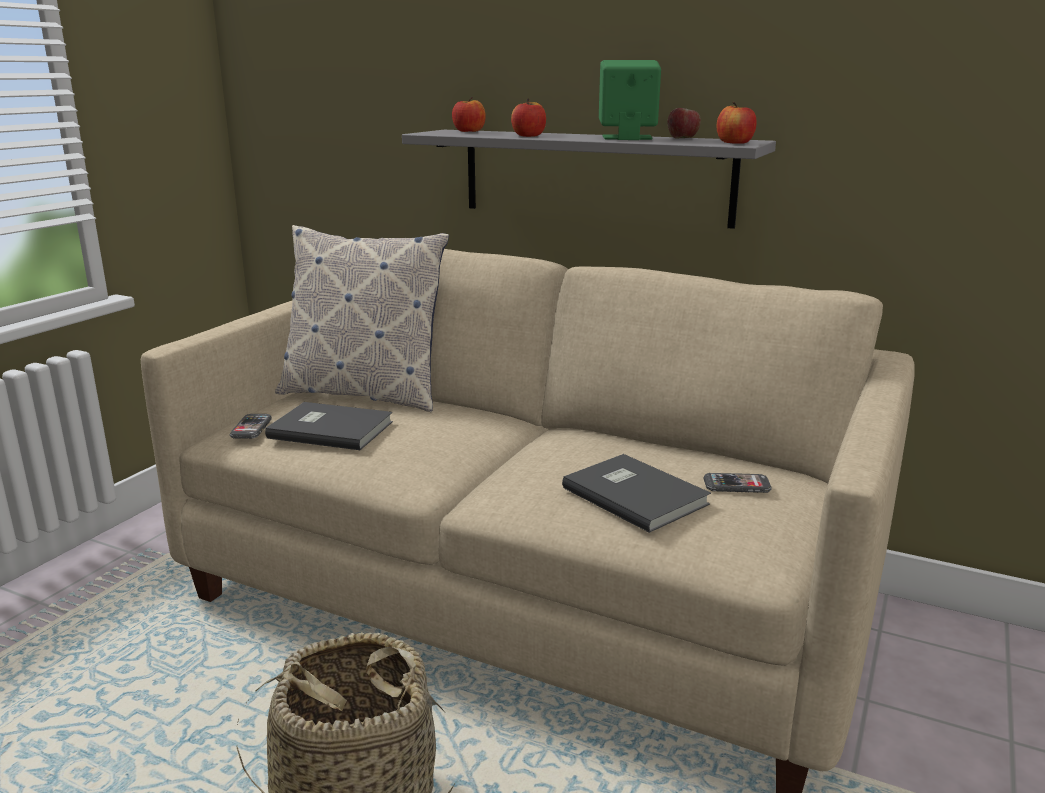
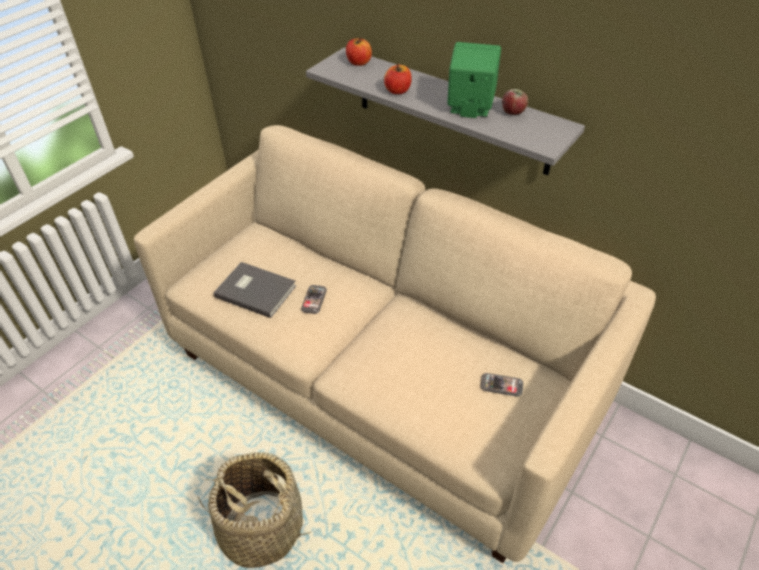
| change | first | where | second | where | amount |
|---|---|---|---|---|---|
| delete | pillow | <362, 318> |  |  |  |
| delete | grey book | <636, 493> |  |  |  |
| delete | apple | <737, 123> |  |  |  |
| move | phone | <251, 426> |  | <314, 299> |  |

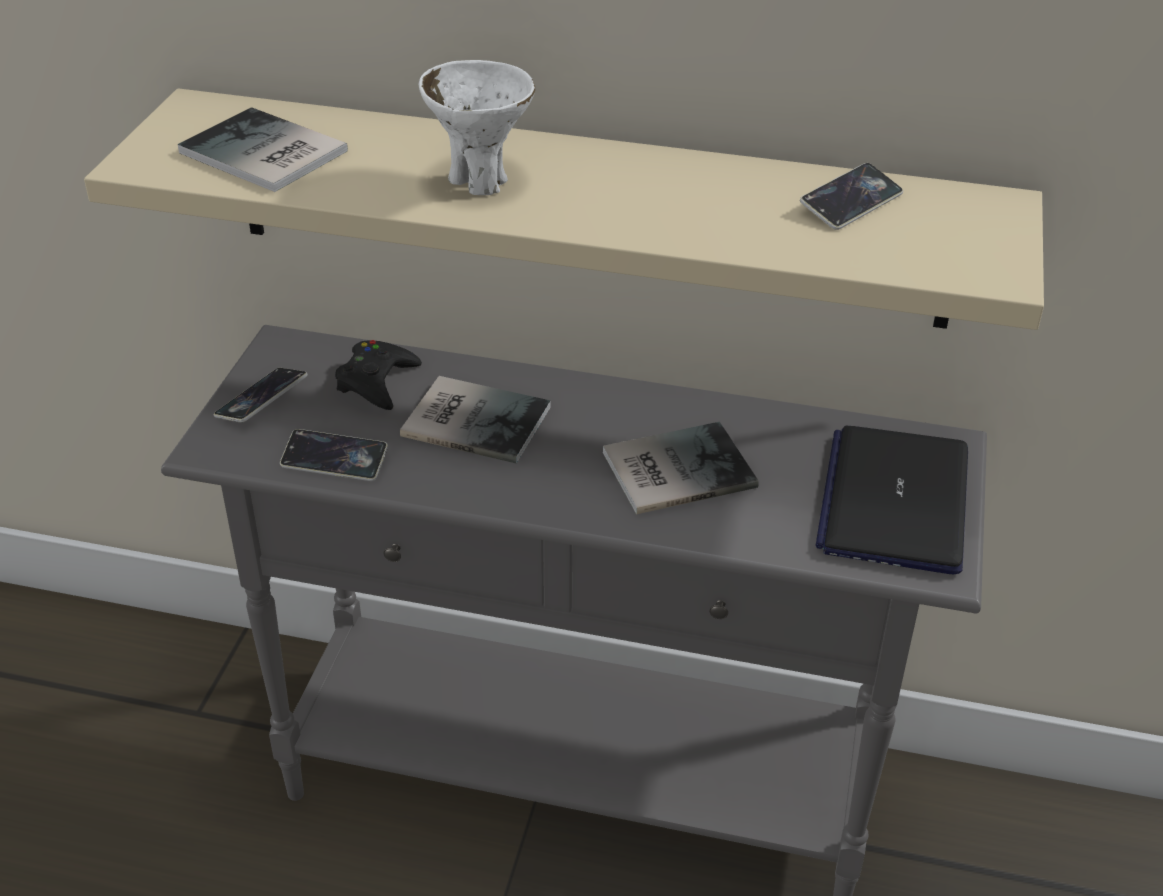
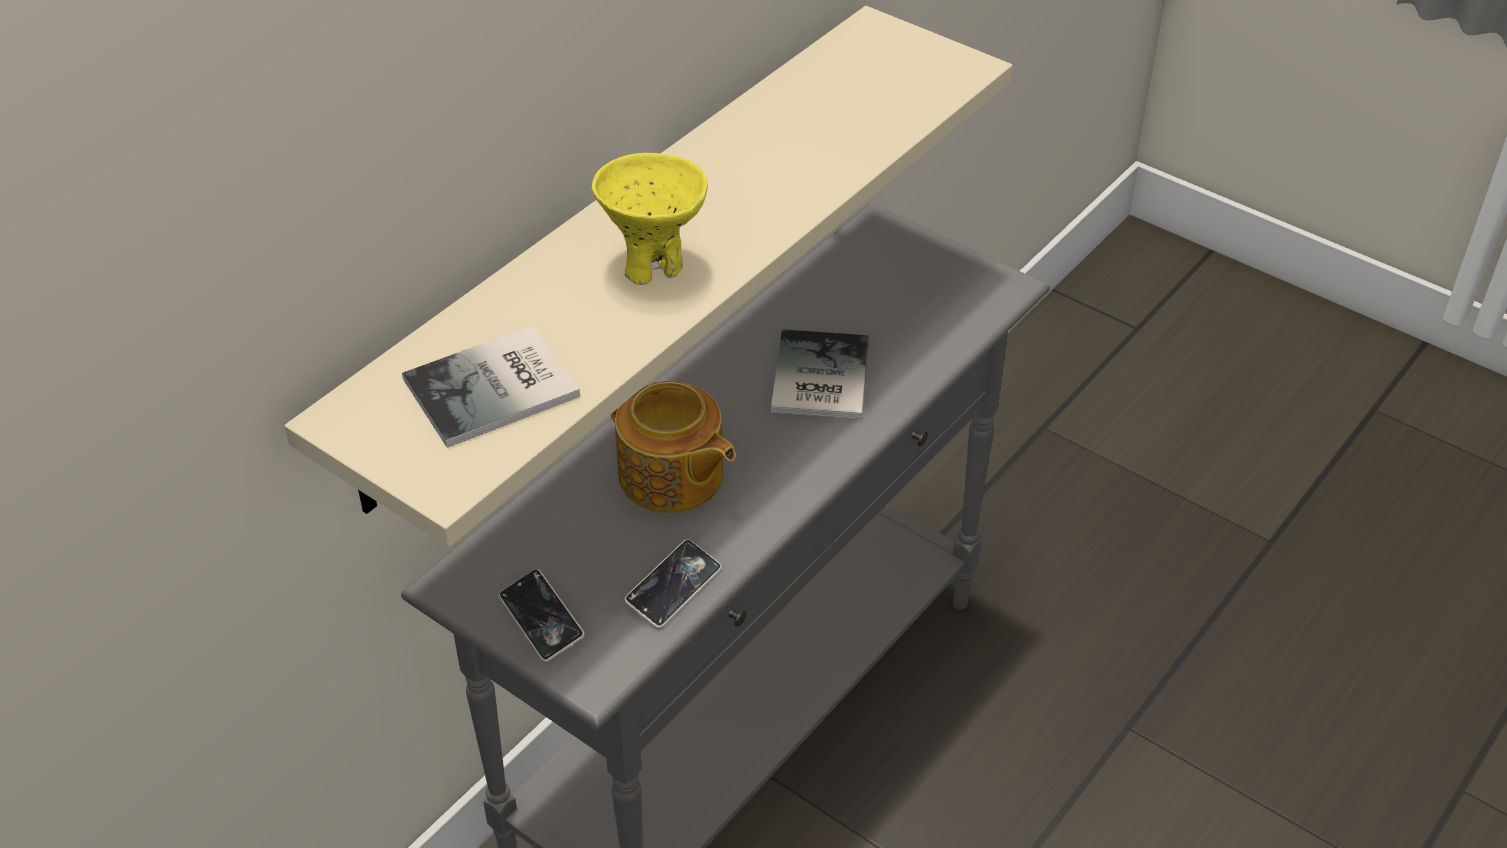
| change | first | where | second | where | amount |
|---|---|---|---|---|---|
| delete | black game controller | <378, 375> |  |  |  |
| delete | phone | <851, 196> |  |  |  |
| delete | laptop | <892, 500> |  |  |  |
| replace | book | <475, 420> | teapot | <673, 447> |  |
| recolor | white bowl | <477, 127> | yellow bowl | <650, 219> |  |

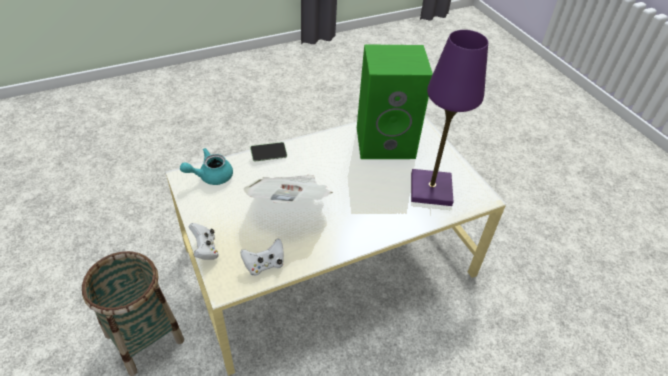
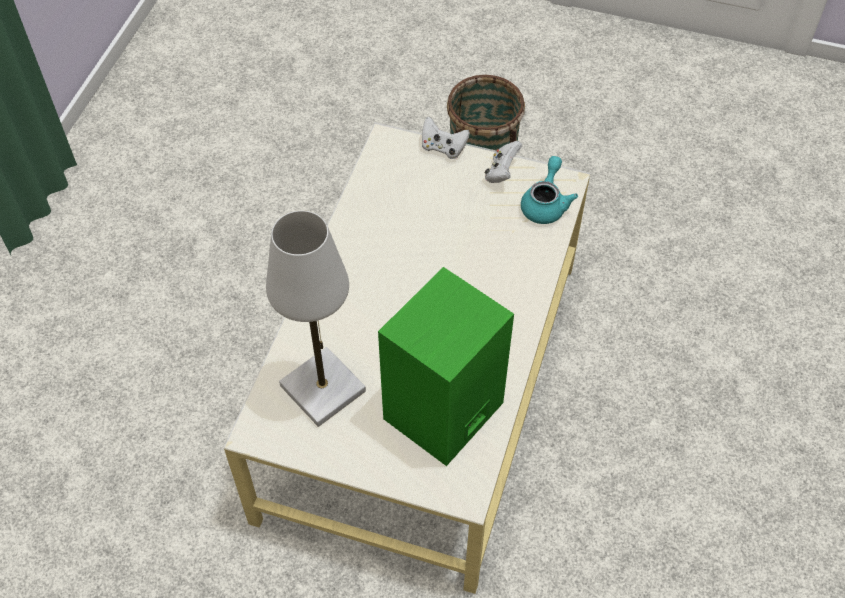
| change | first | where | second | where | amount |
|---|---|---|---|---|---|
| delete | newspaper | <288, 189> |  |  |  |
| delete | phone | <268, 151> |  |  |  |
| move | white game controller | <262, 257> |  | <503, 162> |  |
| recolor | purple table lamp | <449, 118> | white table lamp | <316, 318> |  |

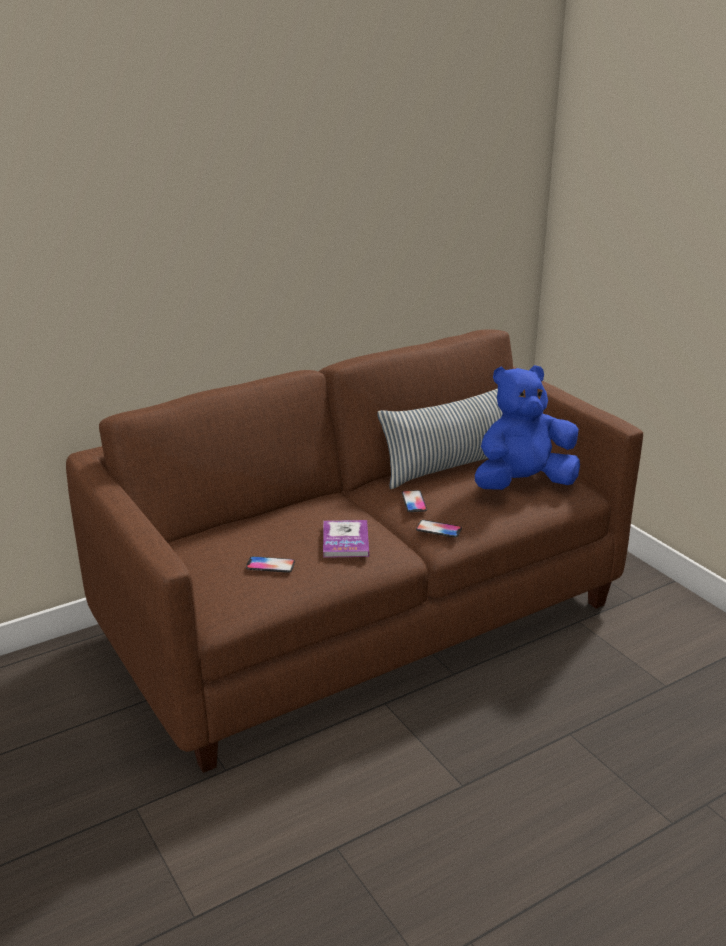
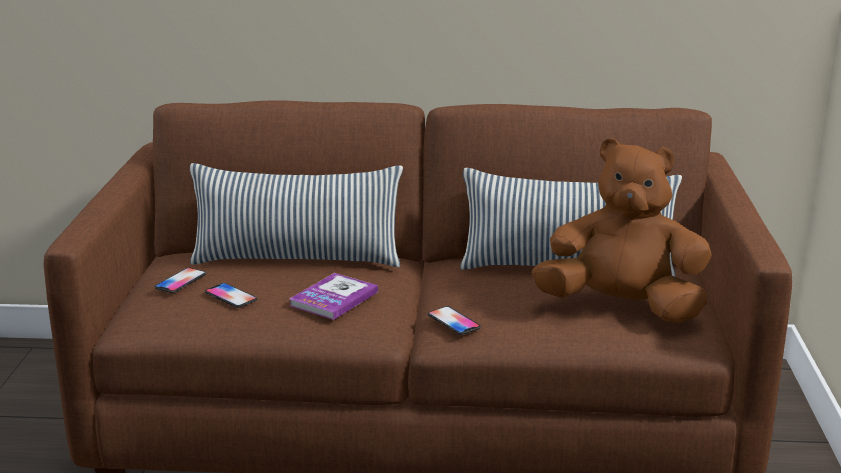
| change | first | where | second | where | amount |
|---|---|---|---|---|---|
| insert |  |  | pillow | <296, 215> |  |
| move | phone | <414, 501> |  | <180, 280> |  |
| recolor | blue plush toy | <527, 427> | brown plush toy | <622, 230> |  |

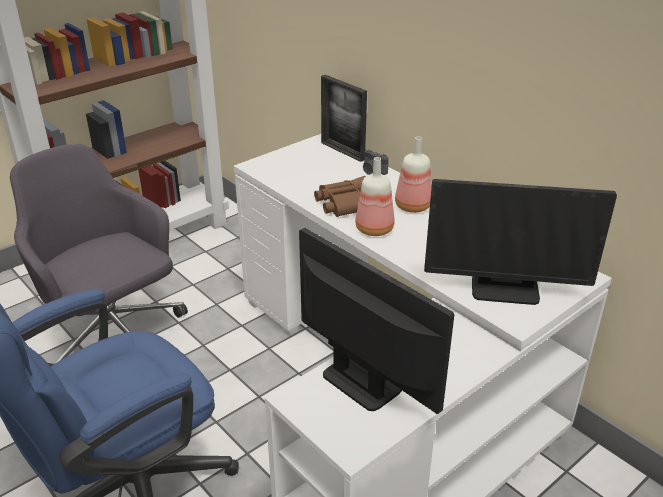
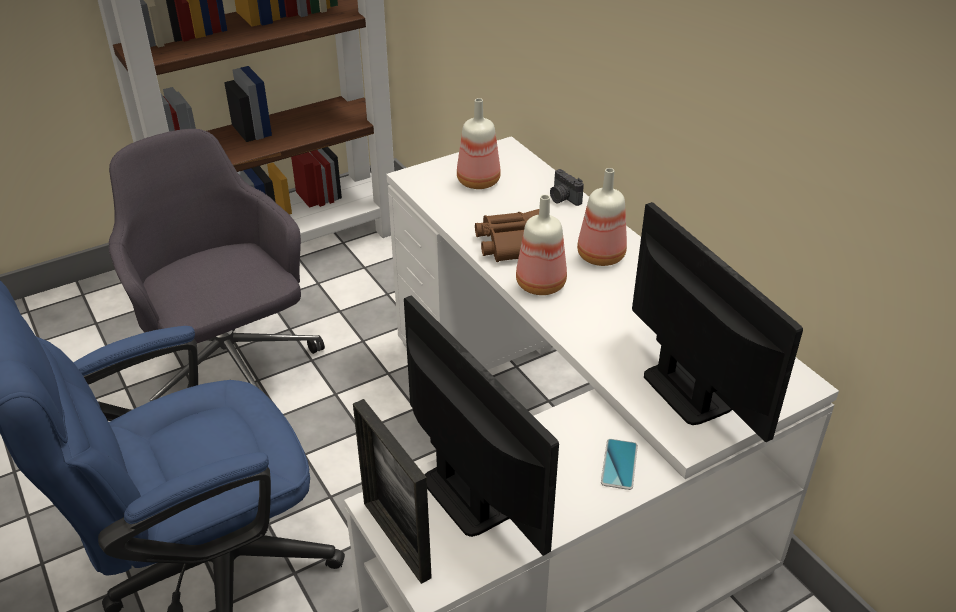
| change | first | where | second | where | amount |
|---|---|---|---|---|---|
| insert |  |  | bottle | <479, 143> |  |
| insert |  |  | phone | <619, 464> |  |
| move | picture frame | <344, 118> |  | <392, 491> |  |
| rotate | monitor | <520, 242> |  | <717, 322> | 135 degrees counterclockwise |

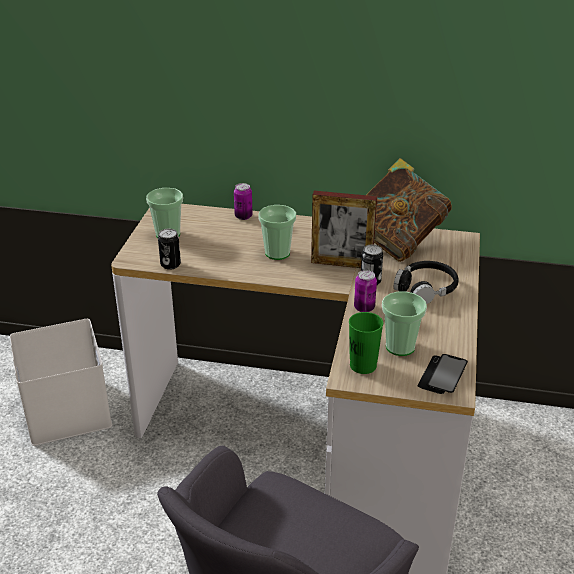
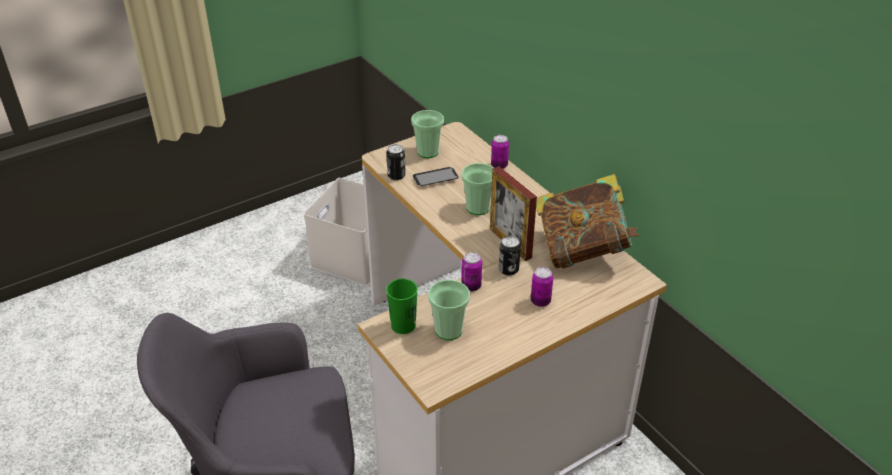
| change | first | where | second | where | amount |
|---|---|---|---|---|---|
| move | phone | <442, 374> |  | <436, 176> |  |
| replace | black headphones | <426, 282> | can | <542, 287> |  |

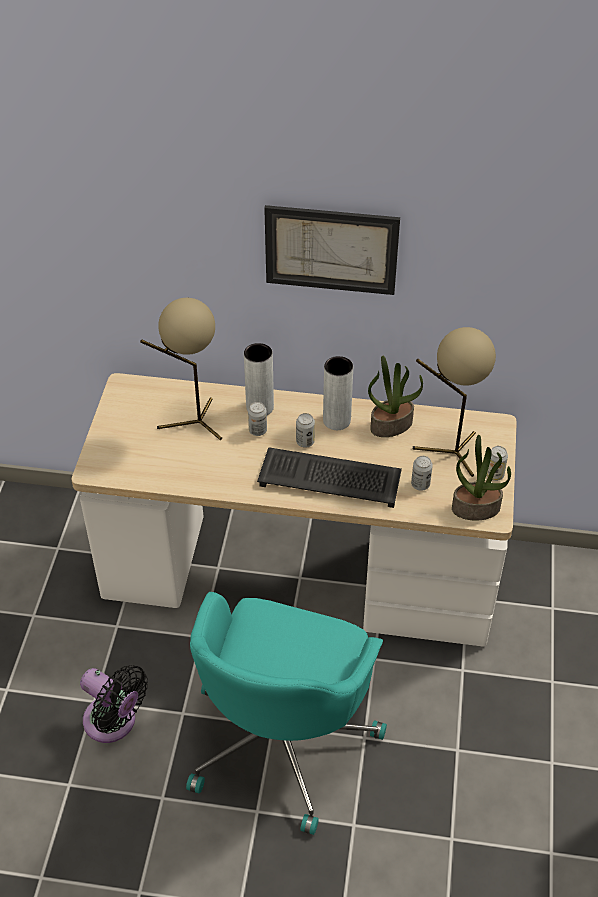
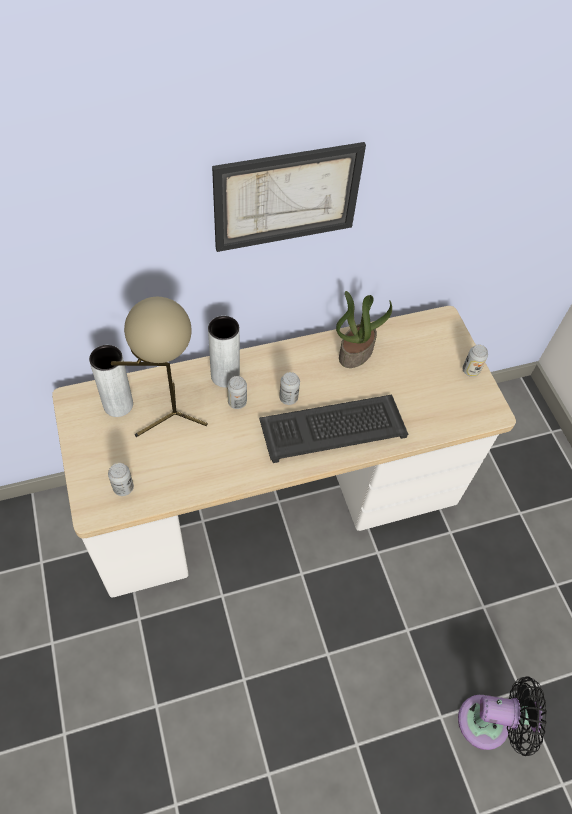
| change | first | where | second | where | amount |
|---|---|---|---|---|---|
| delete | turquoise office chair | <286, 713> |  |  |  |
| delete | beige table lamp | <454, 402> |  |  |  |
| delete | potted plant | <481, 478> |  |  |  |
| move | black fan | <114, 704> |  | <502, 716> |  |
| move | grey vase | <338, 393> |  | <111, 381> |  |
| move | can | <422, 473> |  | <121, 479> |  |

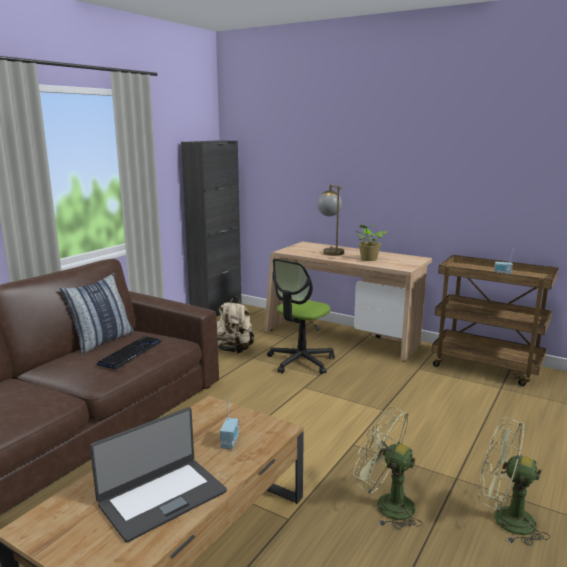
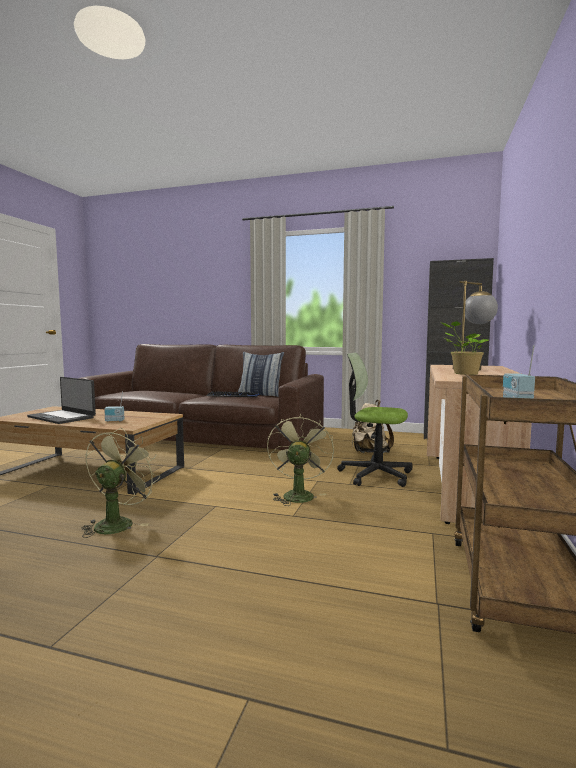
| change | first | where | second | where | amount |
|---|---|---|---|---|---|
| move | green fan | <514, 481> |  | <300, 460> |  |

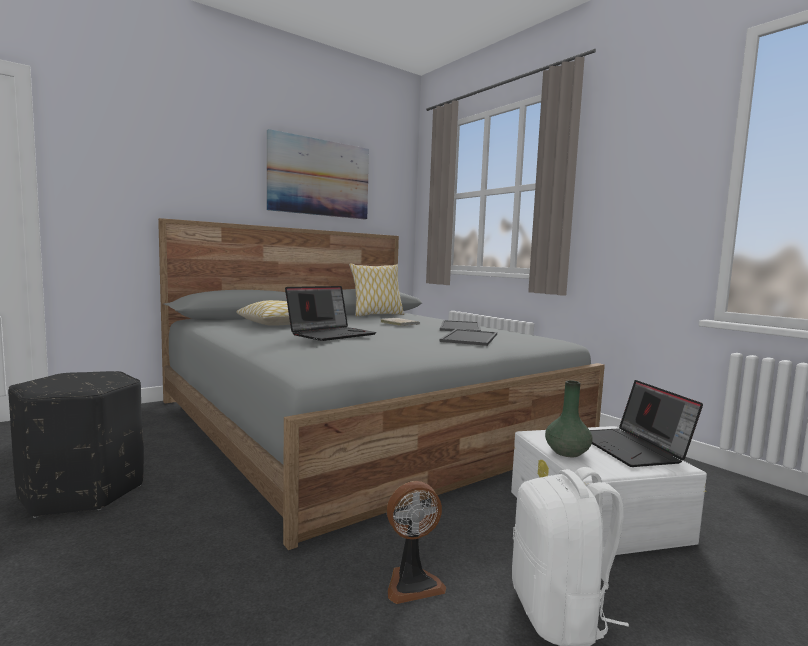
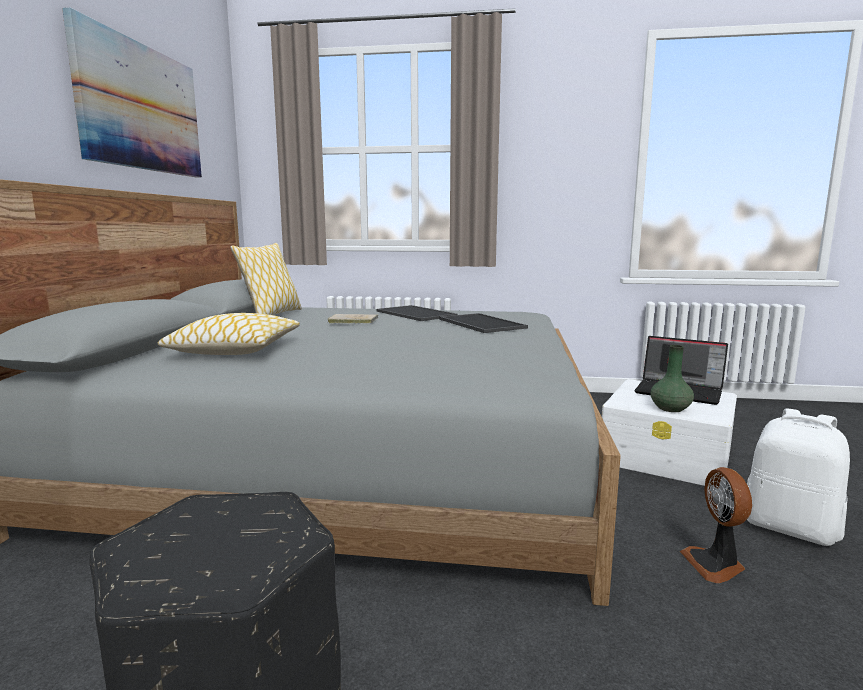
| change | first | where | second | where | amount |
|---|---|---|---|---|---|
| delete | laptop | <330, 313> |  |  |  |
| rotate | fan | <416, 542> |  | <716, 525> | 150 degrees clockwise |

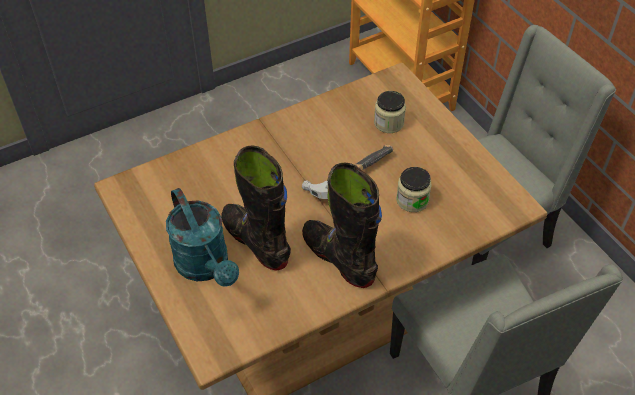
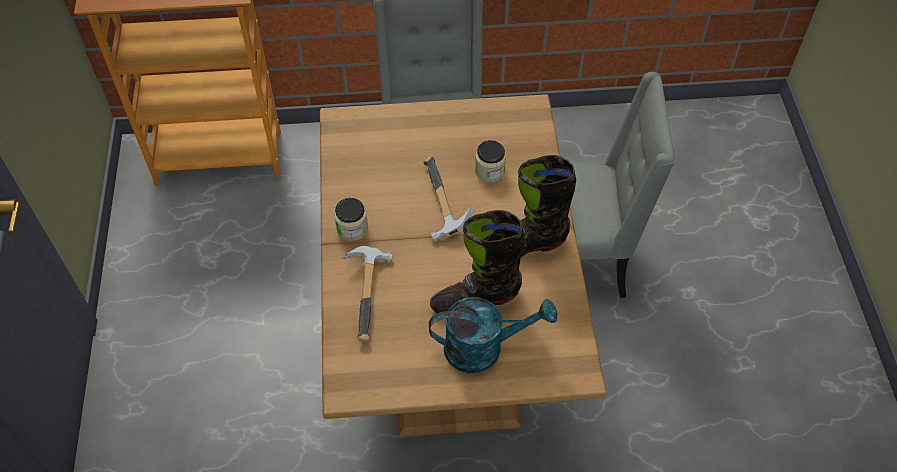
| change | first | where | second | where | amount |
|---|---|---|---|---|---|
| insert |  |  | hammer | <368, 294> |  |
| move | jar | <390, 112> |  | <351, 219> |  |

